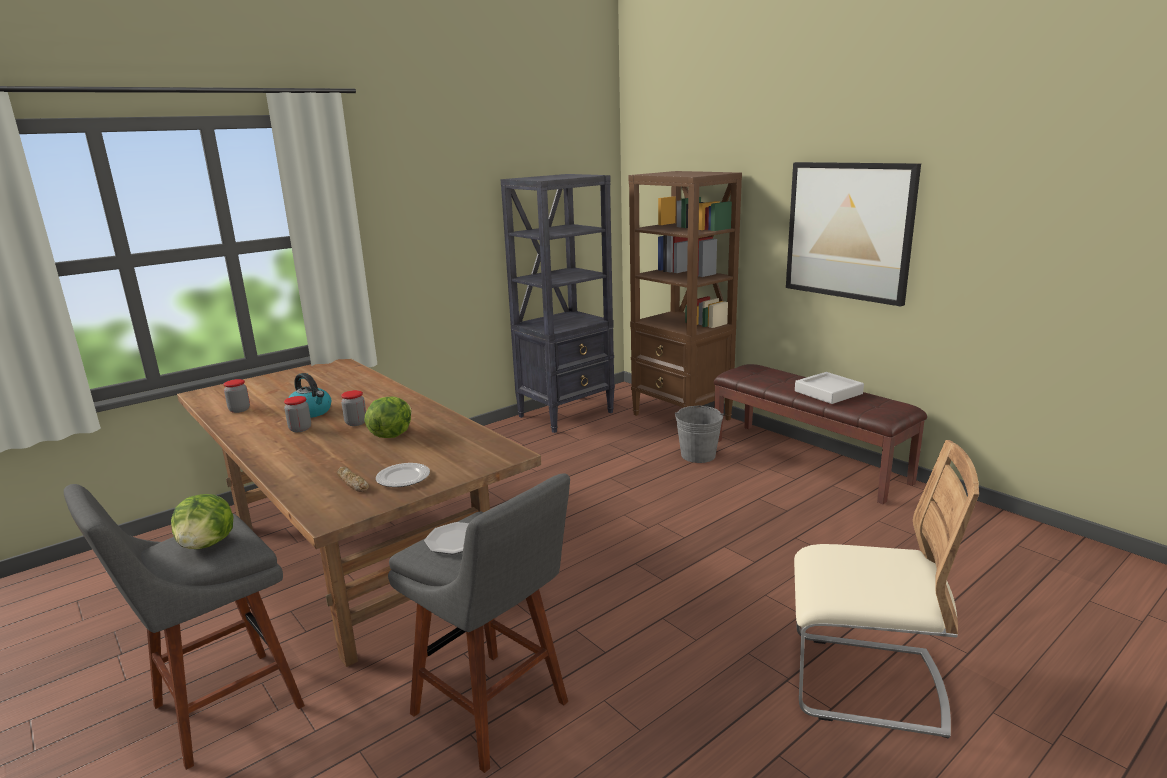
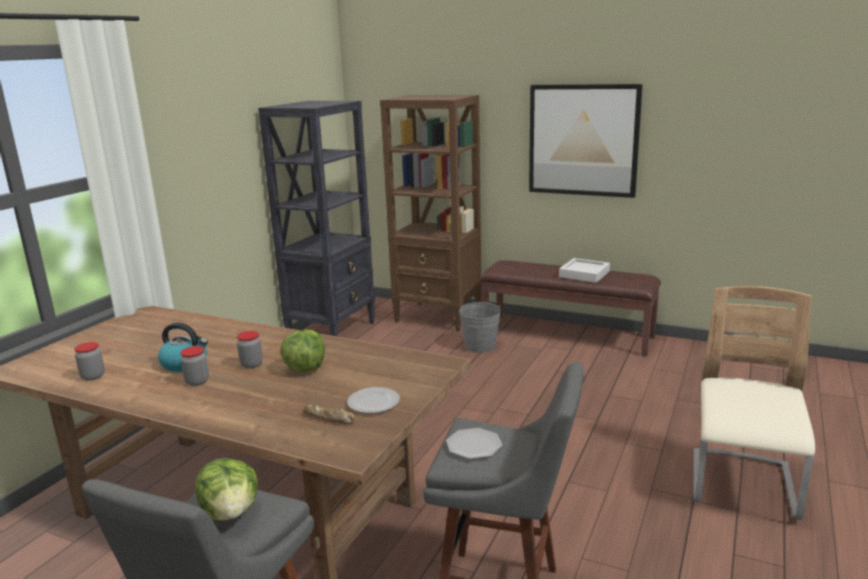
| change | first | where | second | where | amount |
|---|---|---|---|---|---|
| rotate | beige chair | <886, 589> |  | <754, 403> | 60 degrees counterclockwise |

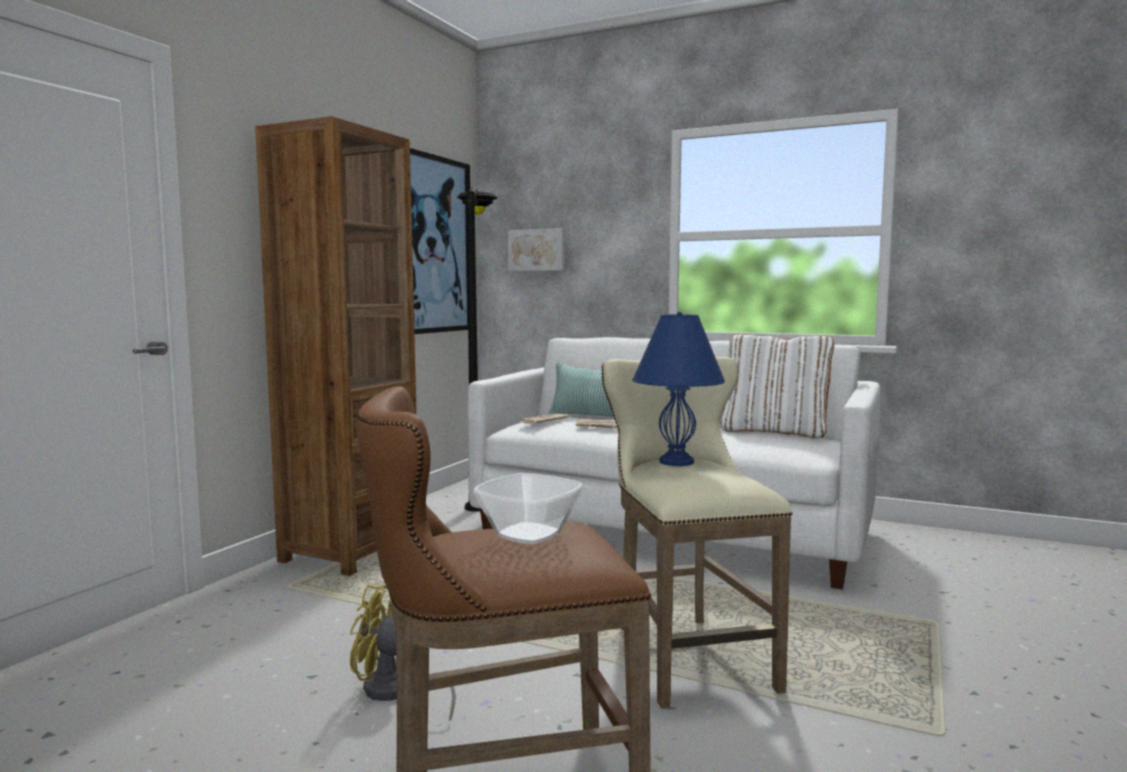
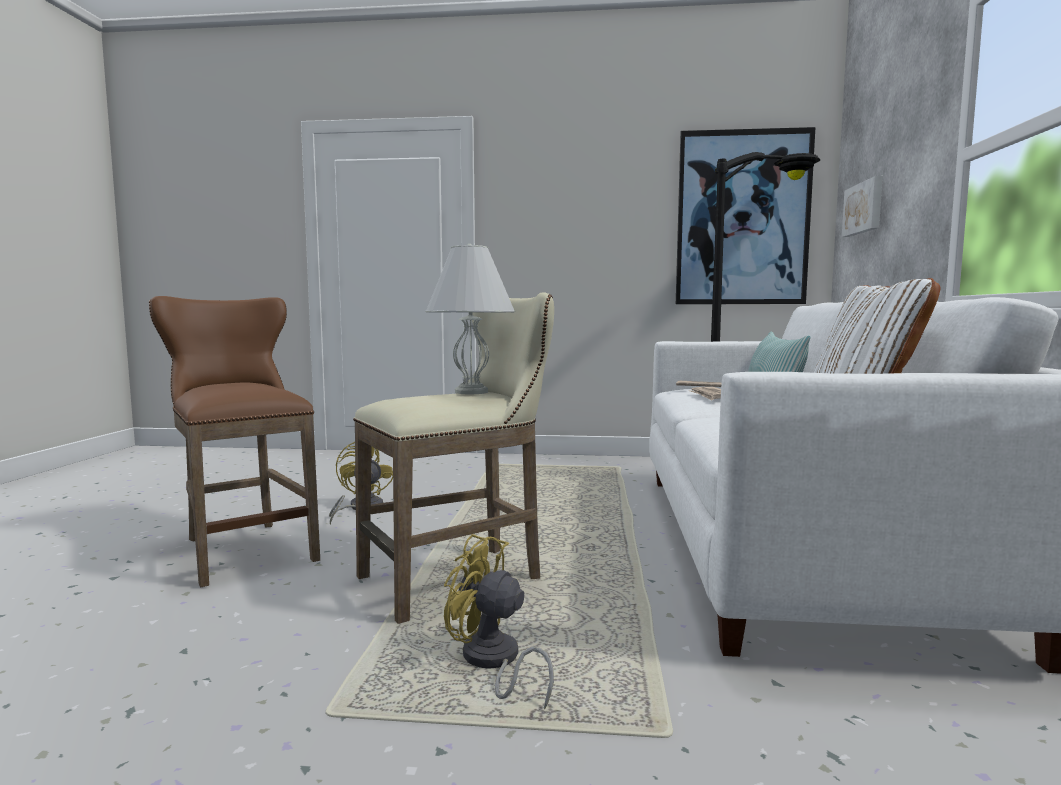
| change | first | where | second | where | amount |
|---|---|---|---|---|---|
| delete | brown bookcase | <336, 346> |  |  |  |
| delete | bowl | <528, 508> |  |  |  |
| insert |  |  | yellow fan | <499, 621> |  |
| recolor | blue table lamp | <678, 389> | white table lamp | <470, 319> |  |

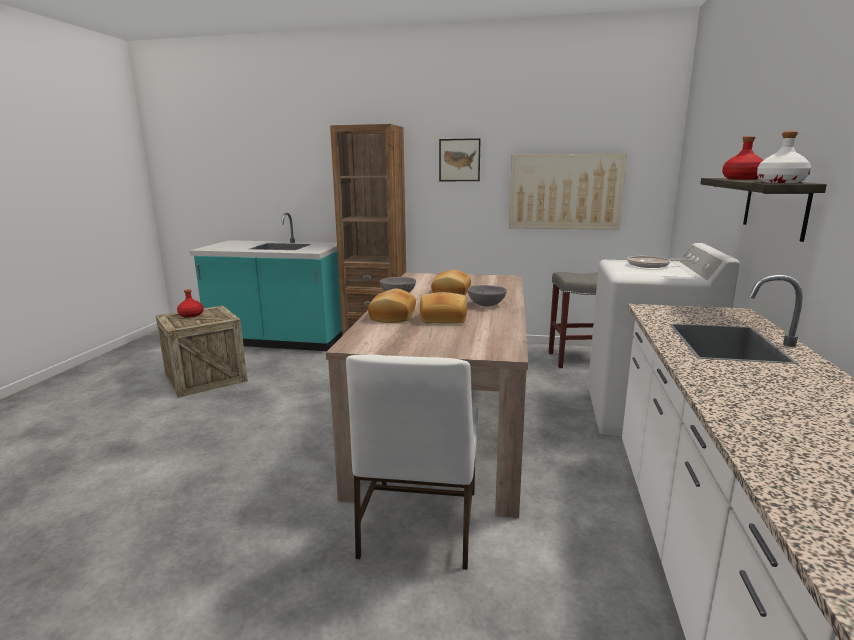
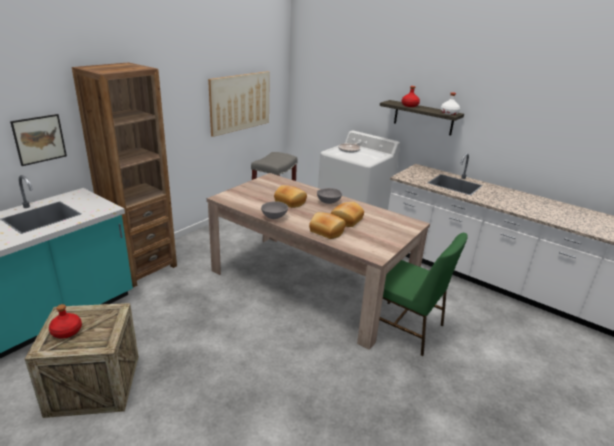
| change | first | where | second | where | amount |
|---|---|---|---|---|---|
| move | picture | <459, 159> |  | <38, 140> |  |
| recolor | white chair | <412, 462> | green chair | <423, 294> |  |

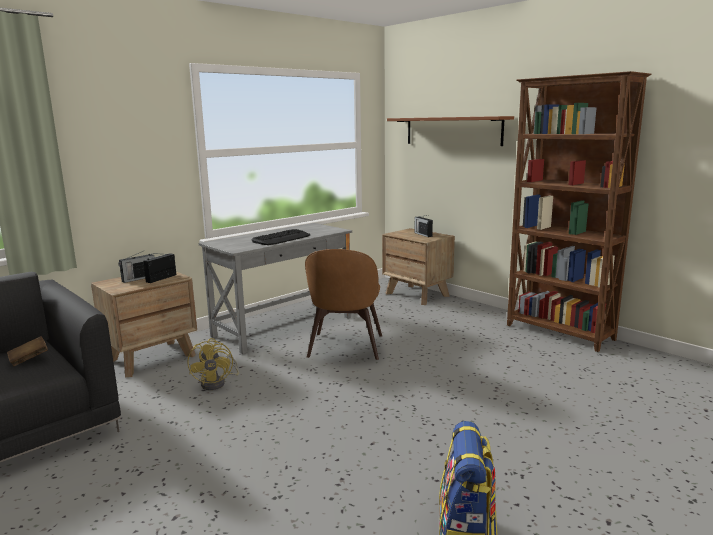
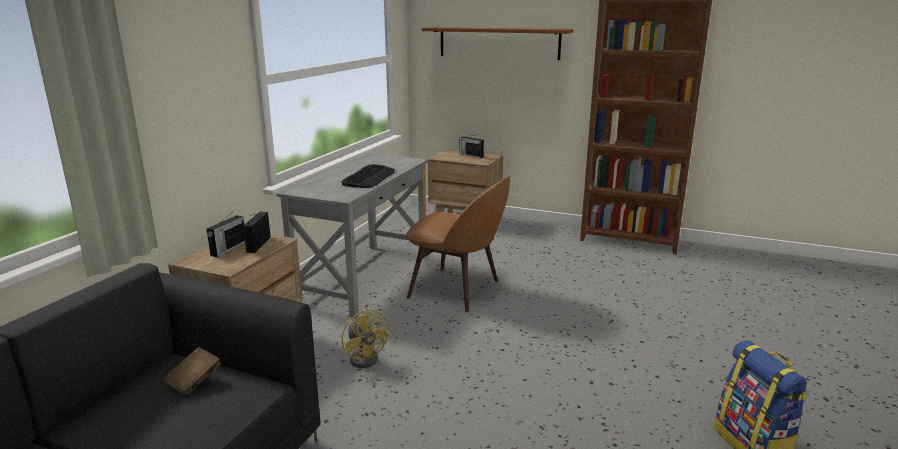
| change | first | where | second | where | amount |
|---|---|---|---|---|---|
| rotate | brown chair | <343, 304> |  | <458, 244> | 45 degrees counterclockwise |

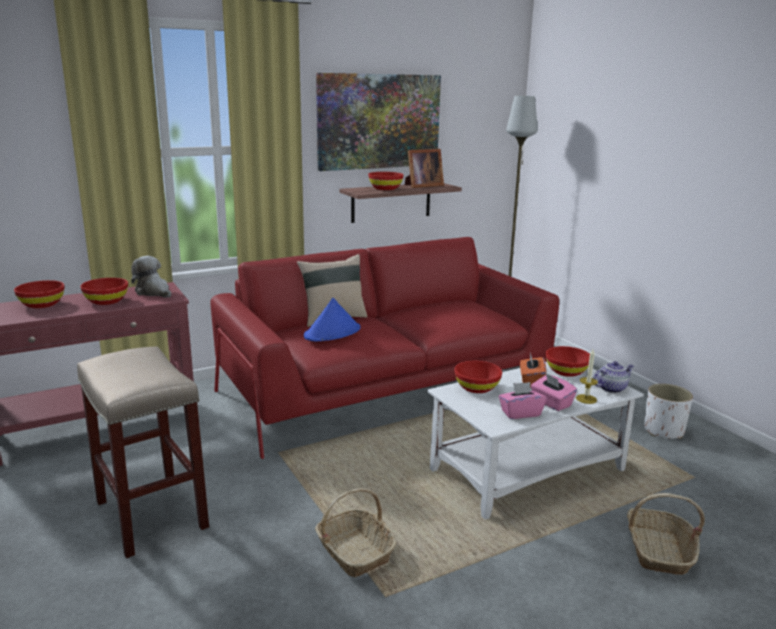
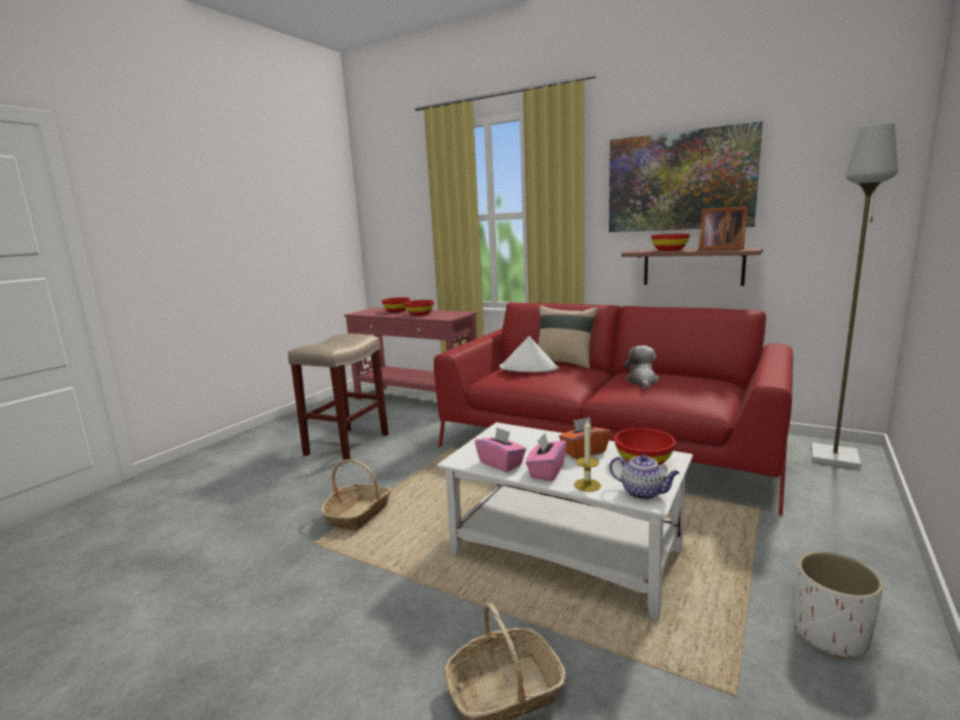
| change | first | where | second | where | amount |
|---|---|---|---|---|---|
| delete | red bowl | <478, 377> |  |  |  |
| move | plush toy | <151, 277> |  | <641, 367> |  |
| recolor | blue hat | <332, 319> | white hat | <529, 354> |  |

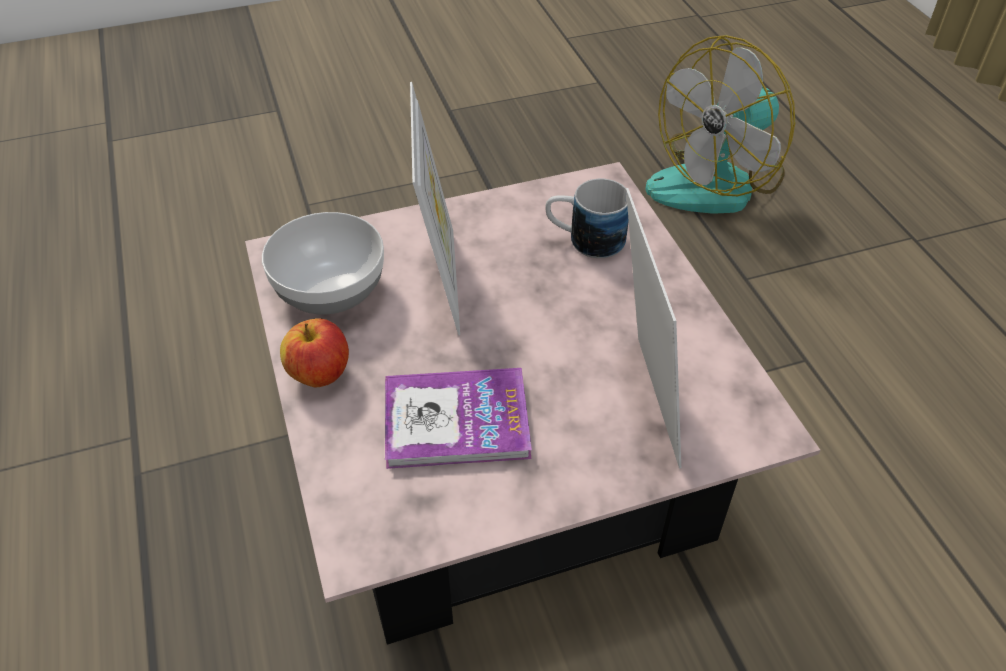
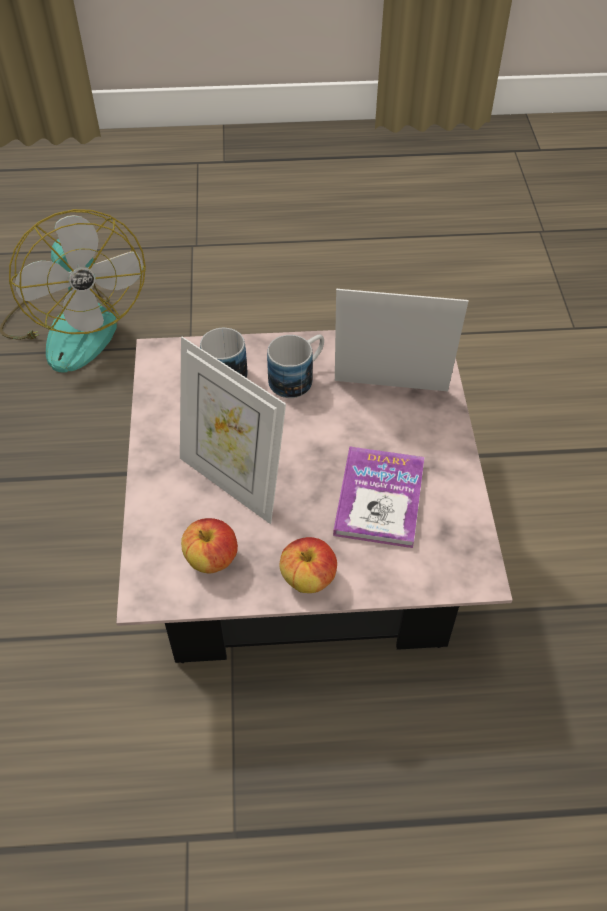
| change | first | where | second | where | amount |
|---|---|---|---|---|---|
| insert |  |  | mug | <295, 366> |  |
| replace | bowl | <323, 263> | apple | <209, 546> |  |
| rotate | picture frame | <435, 208> |  | <233, 430> | 150 degrees counterclockwise |

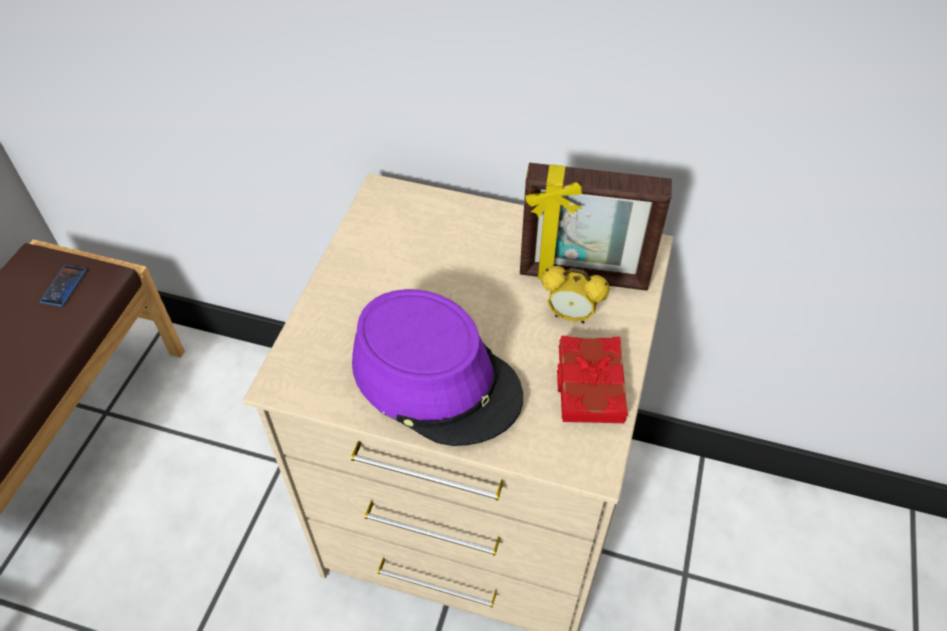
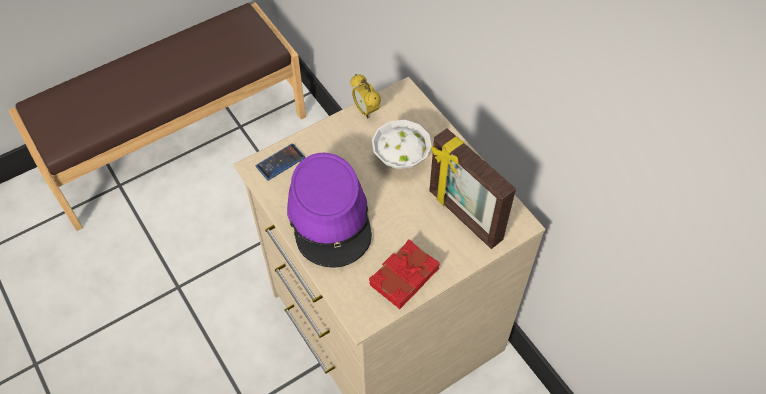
| change | first | where | second | where | amount |
|---|---|---|---|---|---|
| insert |  |  | white bowl | <402, 144> |  |
| move | phone | <63, 286> |  | <280, 161> |  |
| move | alarm clock | <575, 295> |  | <365, 96> |  |

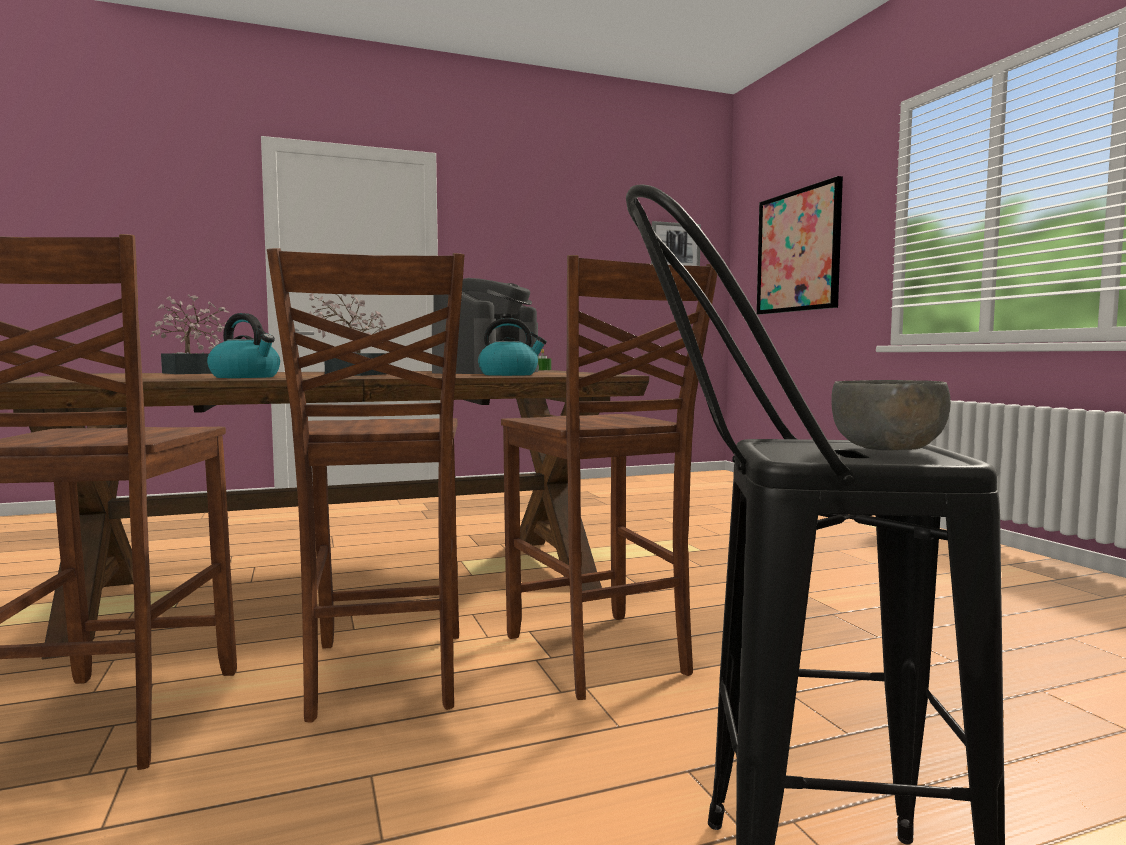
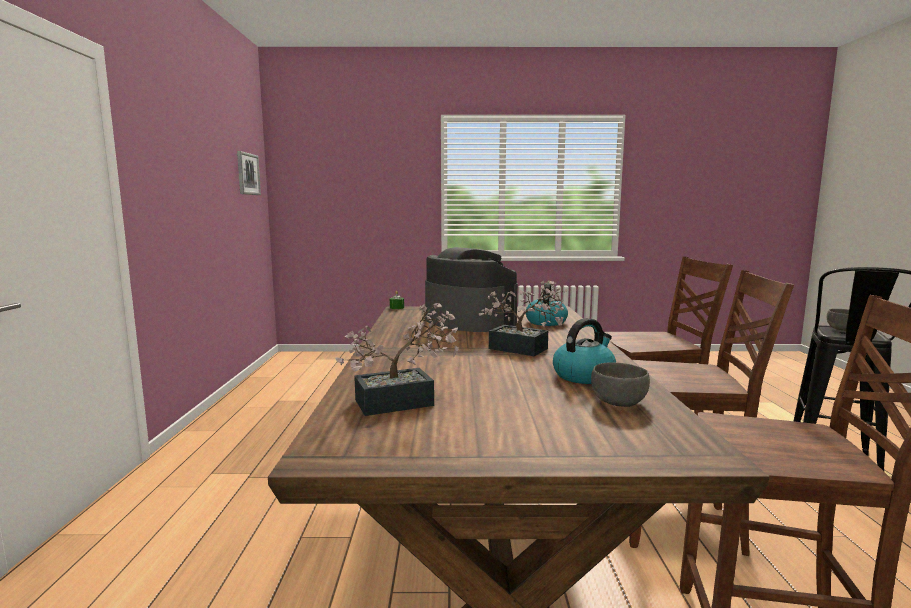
| change | first | where | second | where | amount |
|---|---|---|---|---|---|
| delete | picture | <799, 245> |  |  |  |
| insert |  |  | grey bowl | <620, 384> |  |

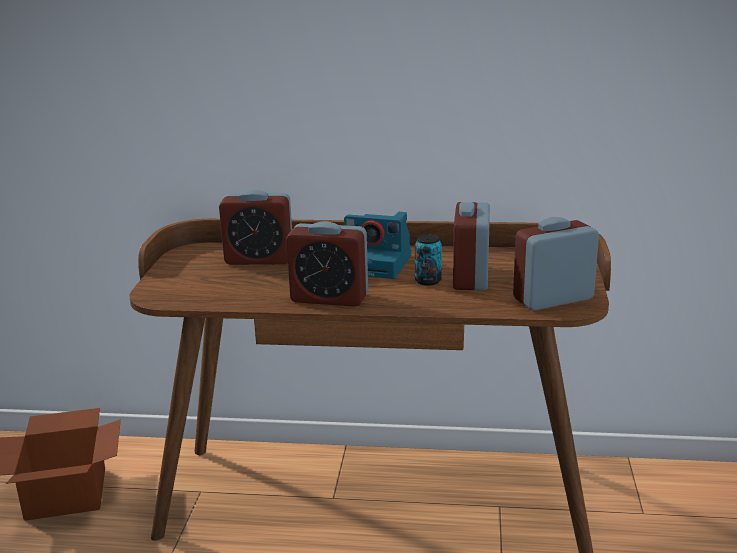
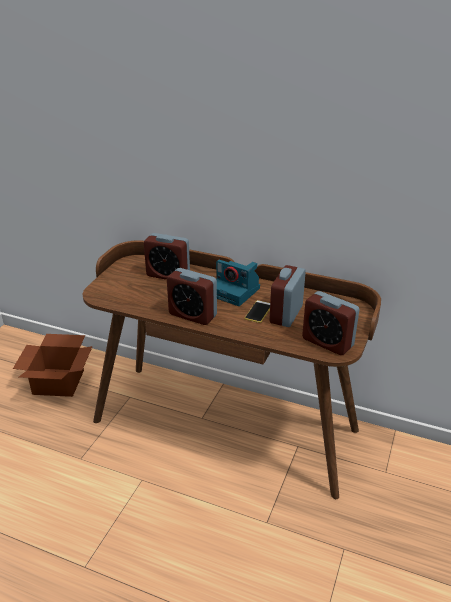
| change | first | where | second | where | amount |
|---|---|---|---|---|---|
| replace | can | <428, 260> | phone | <257, 311> |  |
| rotate | alarm clock | <556, 263> |  | <331, 323> | 135 degrees counterclockwise |

